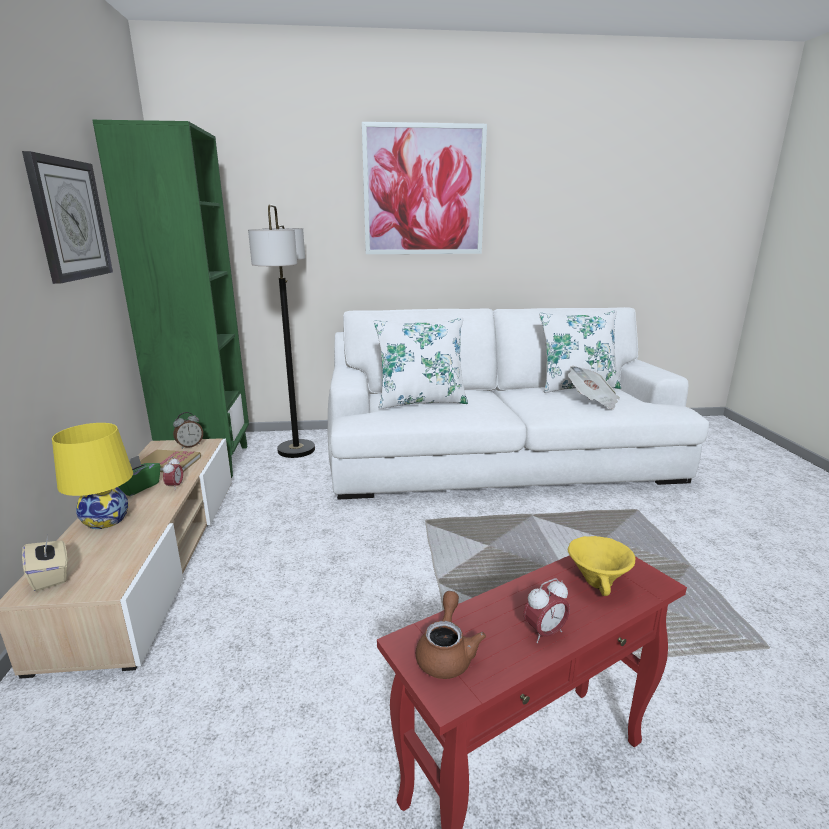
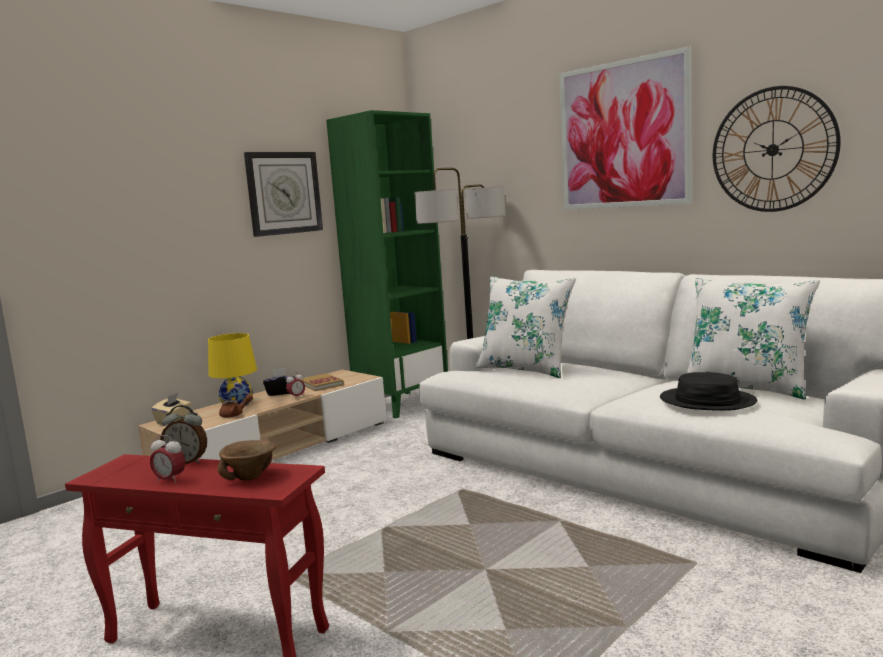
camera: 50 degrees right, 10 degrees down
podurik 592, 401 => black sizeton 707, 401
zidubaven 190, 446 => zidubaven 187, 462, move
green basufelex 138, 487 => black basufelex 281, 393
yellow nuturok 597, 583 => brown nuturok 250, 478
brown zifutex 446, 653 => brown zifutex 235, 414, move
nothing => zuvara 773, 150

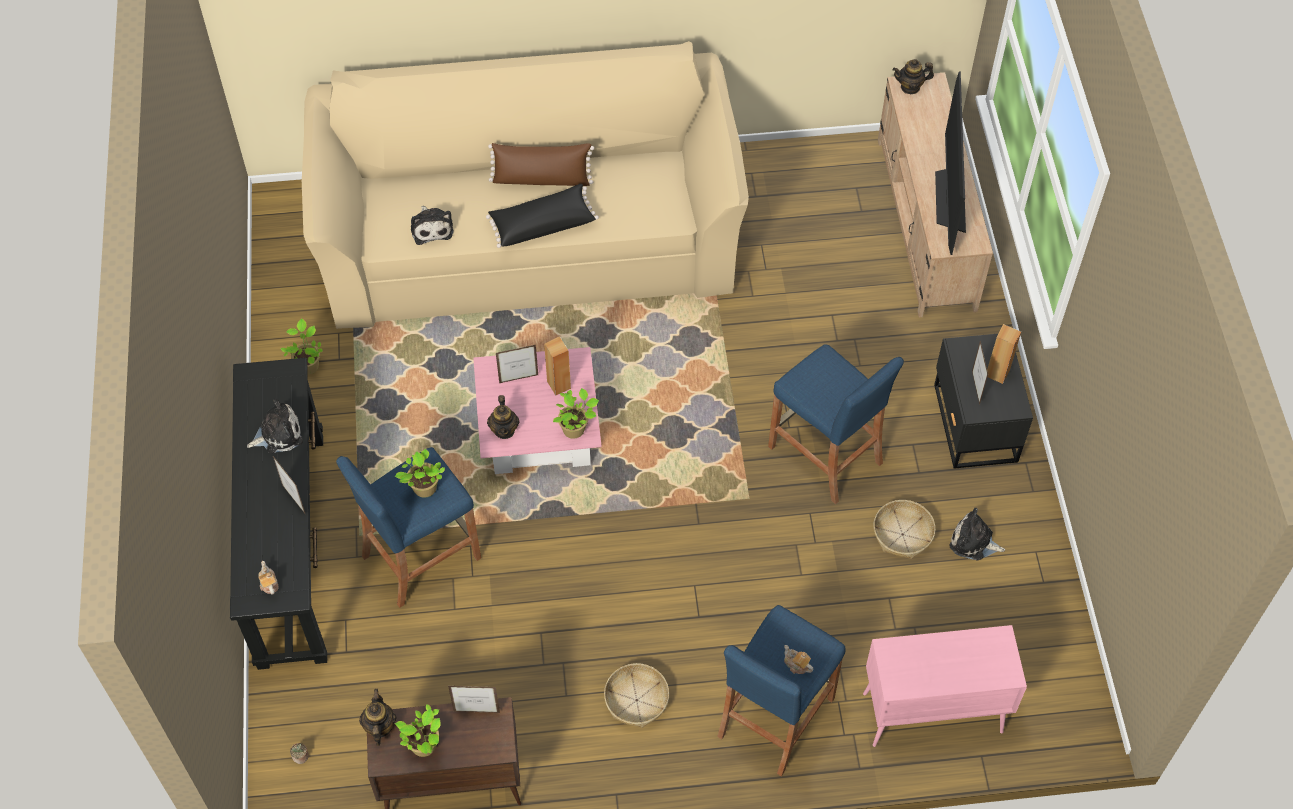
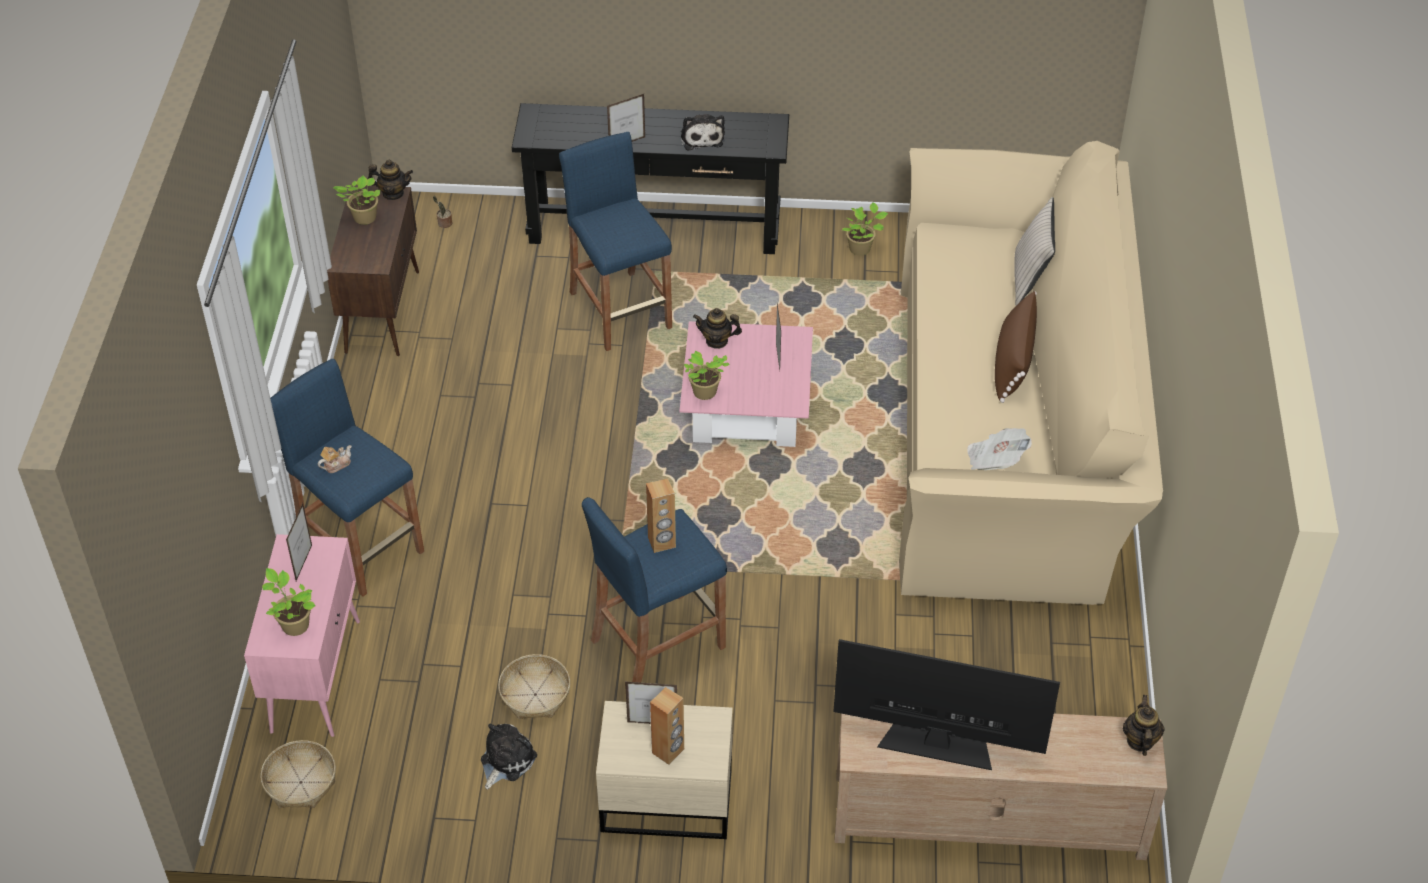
camera: 100 degrees right, 10 degrees down
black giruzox 542, 224 => nothing
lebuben 431, 228 => nothing
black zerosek 973, 424 => beige zerosek 664, 798
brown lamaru 559, 385 => brown lamaru 662, 543, move
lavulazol 423, 489 => lavulazol 294, 624, move
zifutex 269, 583 => nothing
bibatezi 636, 700 => bibatezi 300, 782, move
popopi 476, 712 => popopi 304, 563, move
nothing => beige giruzox 1030, 279
nothing => podurik 995, 460

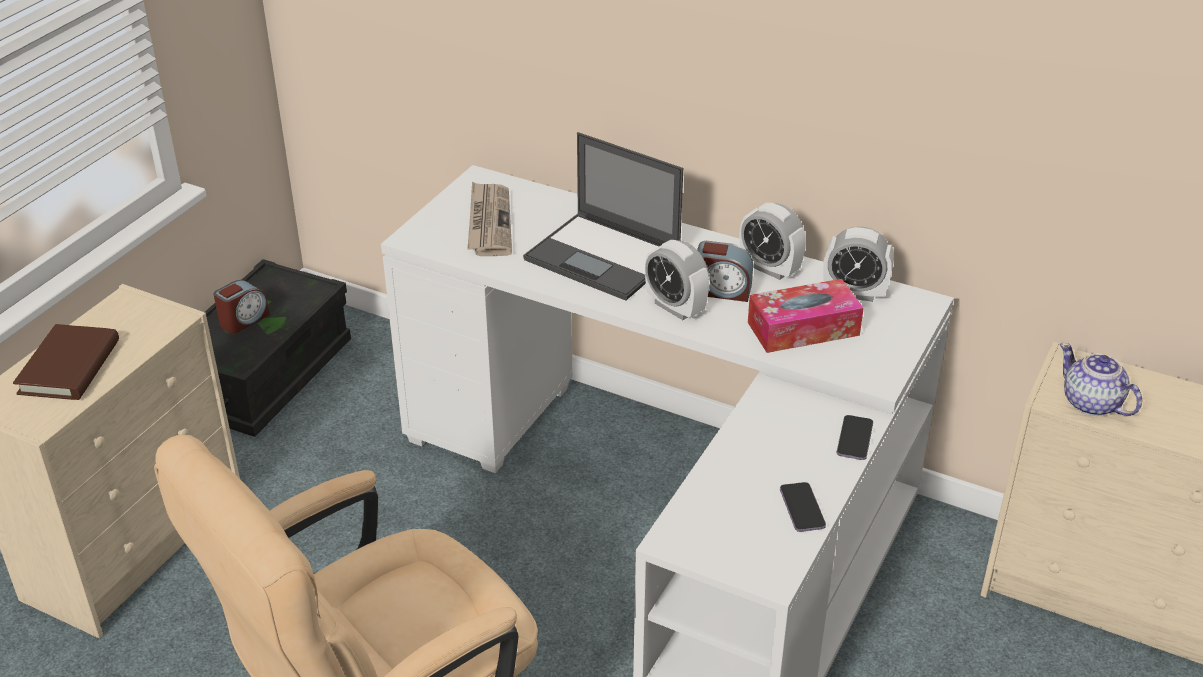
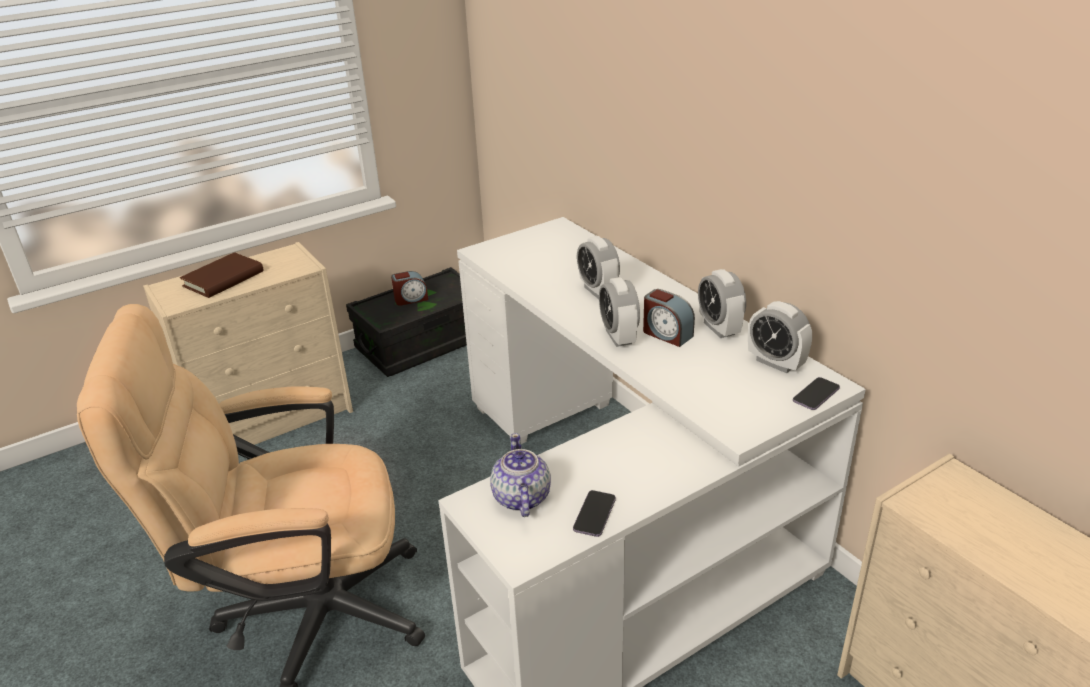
camera: 30 degrees right, 5 degrees down
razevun 604, 257 => zidubaven 598, 291
podurik 489, 222 => nothing
basufelex 803, 329 => nothing
zifutex 1091, 403 => zifutex 521, 498, move
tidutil 854, 439 => tidutil 816, 395, move

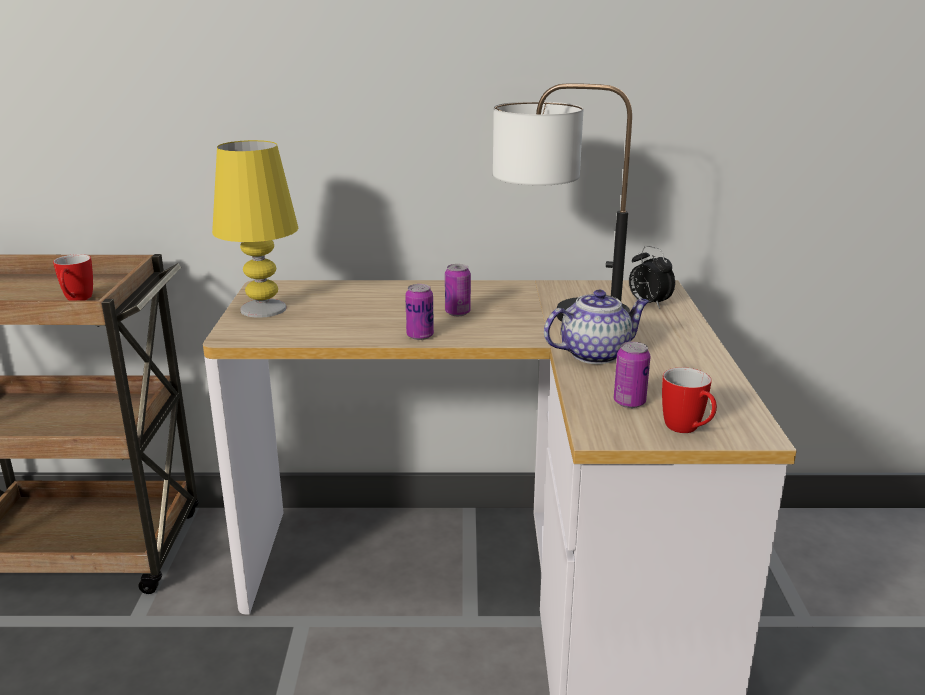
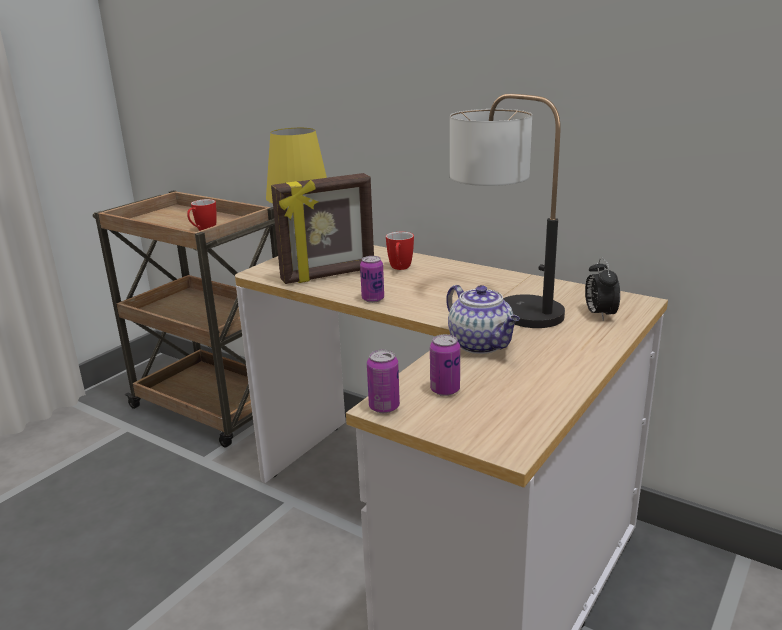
camera: 35 degrees right, 0 degrees up
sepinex 457, 312 => sepinex 384, 407, move
zifutex 595, 354 => zifutex 482, 345, 45 degrees clockwise
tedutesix 687, 430 => tedutesix 400, 268, move
nothing => popopi 328, 275

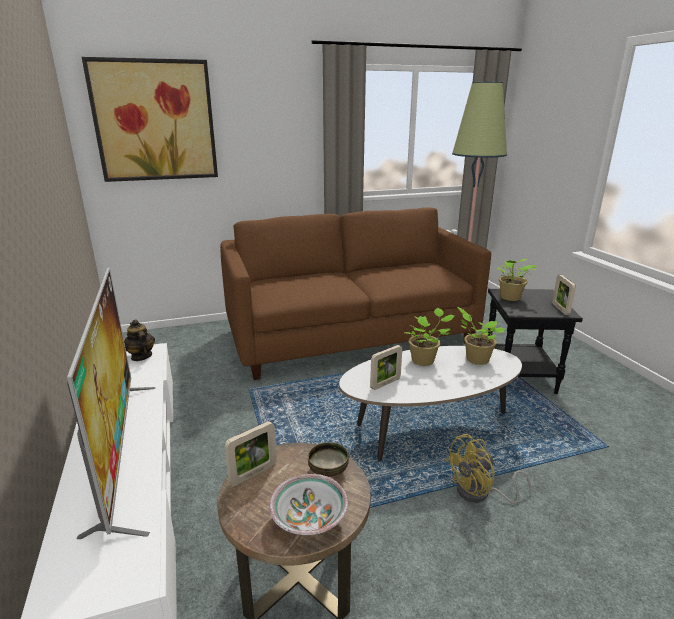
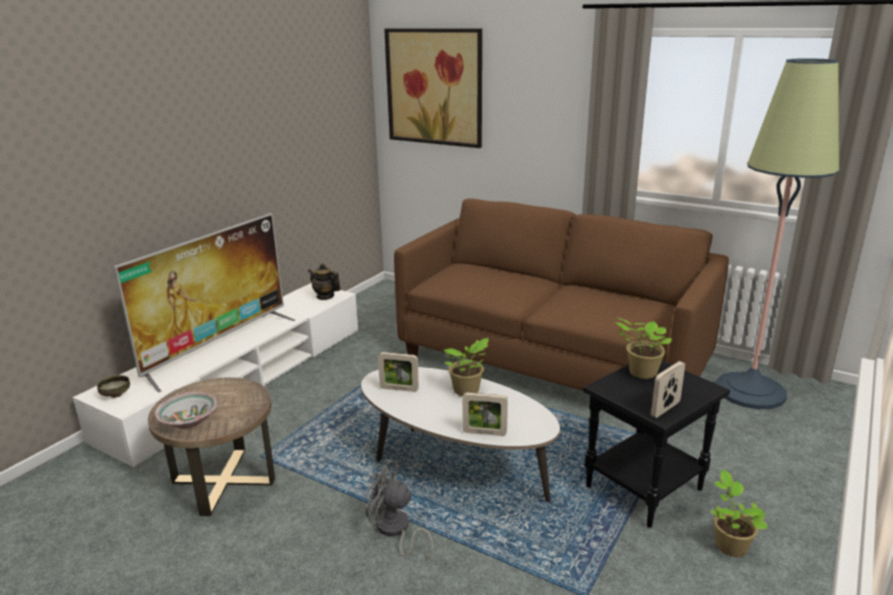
camera: 50 degrees right, 0 degrees up
lavulazol 475, 359 => lavulazol 729, 545, move
zifutex 141, 356 => zifutex 325, 296, 75 degrees counterclockwise
popopi 253, 473 => popopi 484, 433, move
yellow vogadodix 480, 494 => grey vogadodix 395, 531
nuturok 328, 471 => nuturok 115, 395, move

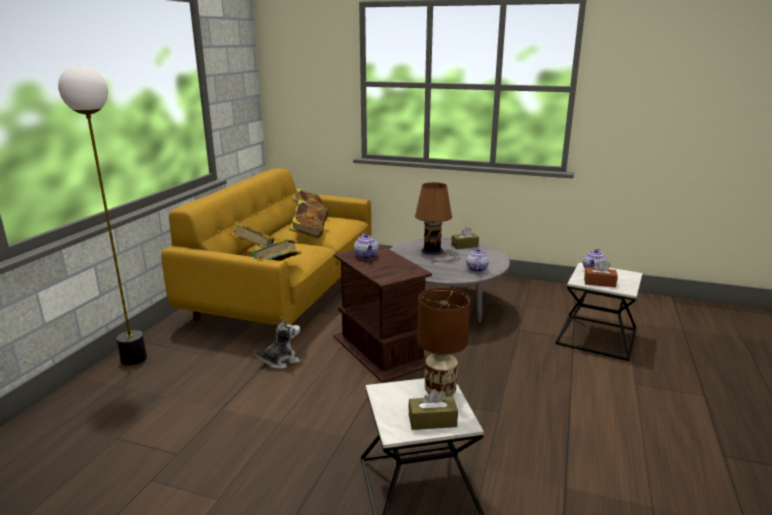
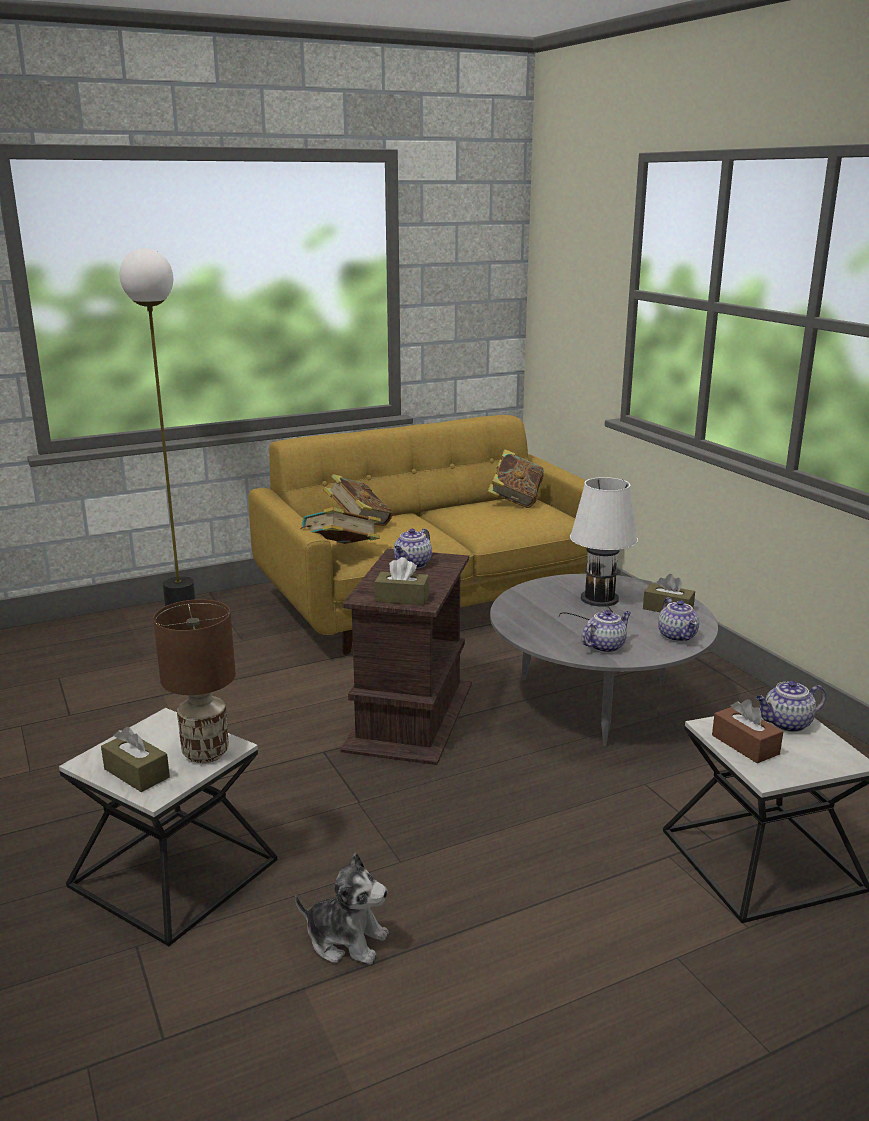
camera: 45 degrees right, 0 degrees up
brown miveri 433, 252 => white miveri 598, 601
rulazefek 309, 234 => nothing
lebuben 280, 361 => lebuben 346, 940, move
nothing => brown basufelex 402, 598
nothing => zifutex 678, 636

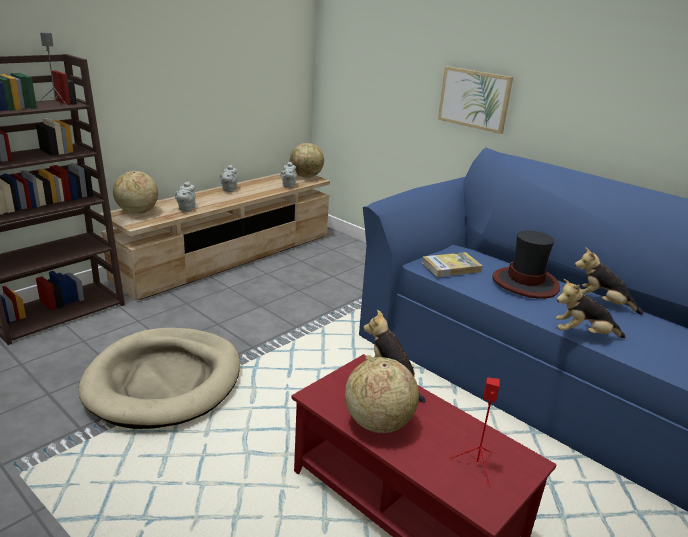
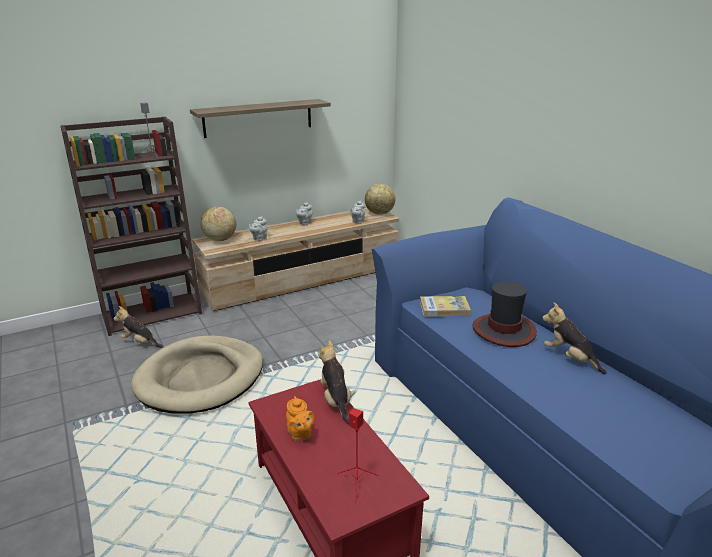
camera: 20 degrees right, 0 degrees up
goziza 474, 99 => nothing
lebuben 583, 334 => lebuben 140, 342, move
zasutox 378, 423 => orange zifutex 300, 434
nothing => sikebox 258, 118

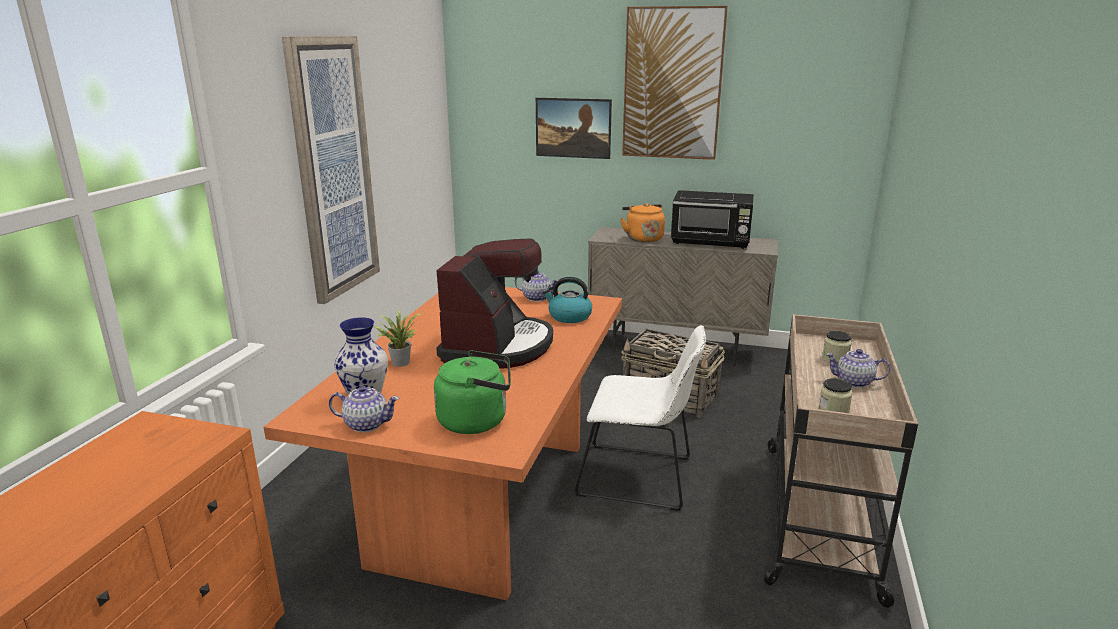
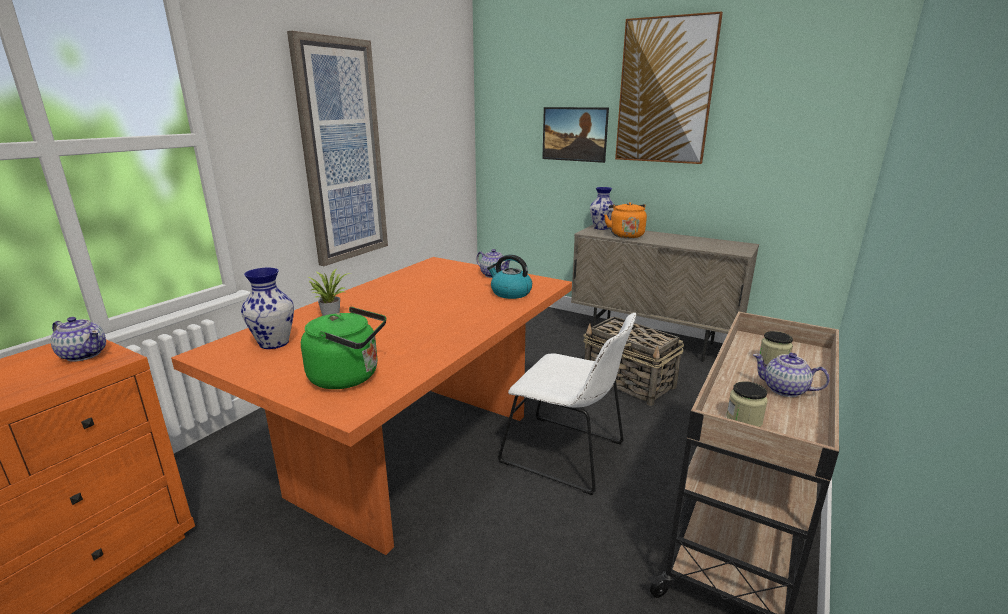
camera: 15 degrees right, 0 degrees up
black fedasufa 711, 242 => nothing
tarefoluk 498, 346 => nothing
zifutex 366, 424 => zifutex 84, 354, move
nothing => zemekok 601, 228

